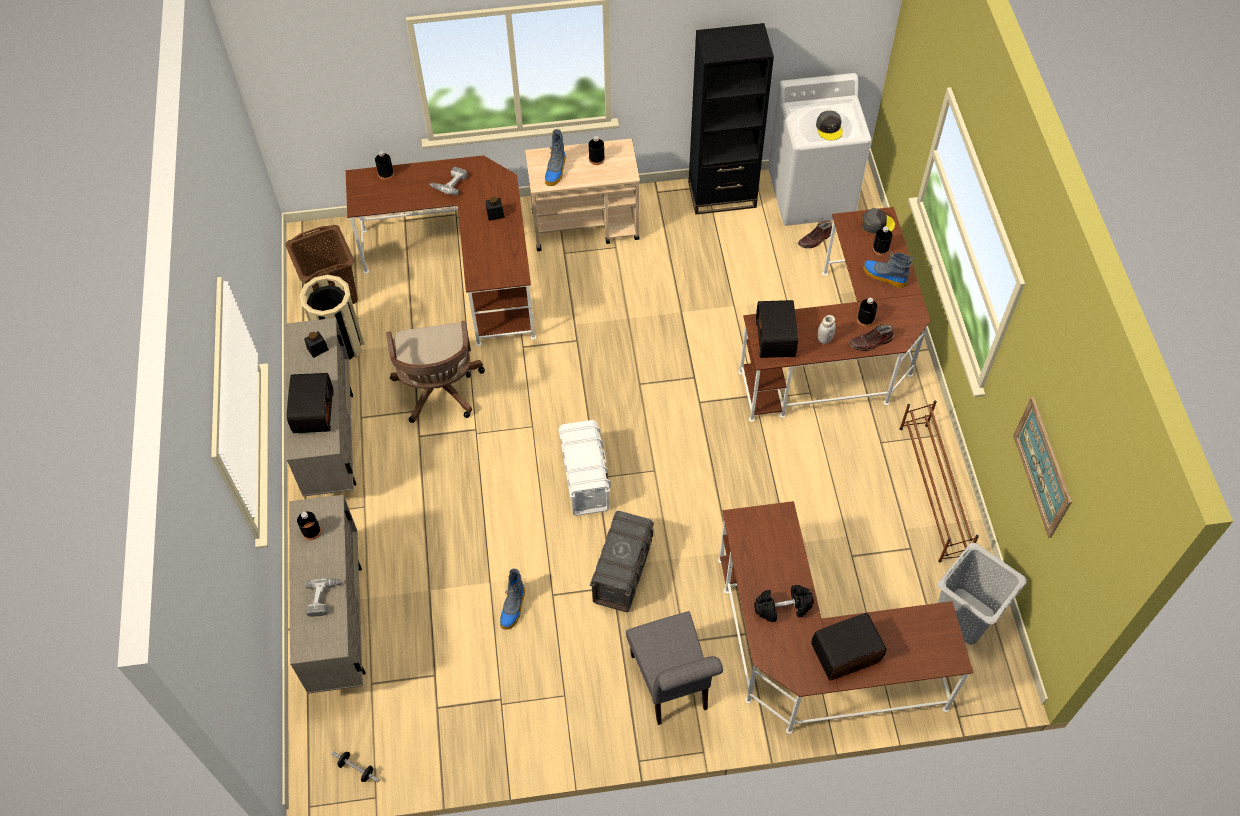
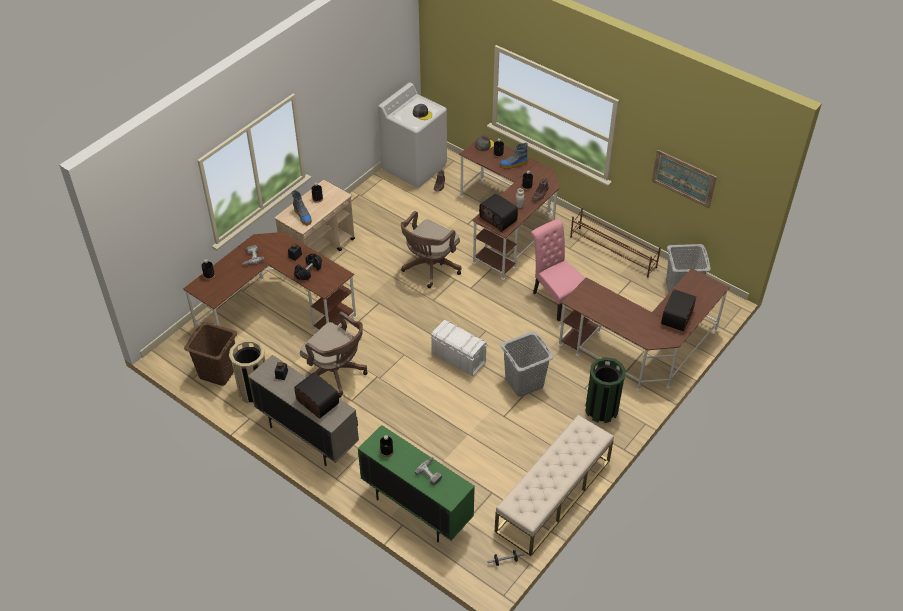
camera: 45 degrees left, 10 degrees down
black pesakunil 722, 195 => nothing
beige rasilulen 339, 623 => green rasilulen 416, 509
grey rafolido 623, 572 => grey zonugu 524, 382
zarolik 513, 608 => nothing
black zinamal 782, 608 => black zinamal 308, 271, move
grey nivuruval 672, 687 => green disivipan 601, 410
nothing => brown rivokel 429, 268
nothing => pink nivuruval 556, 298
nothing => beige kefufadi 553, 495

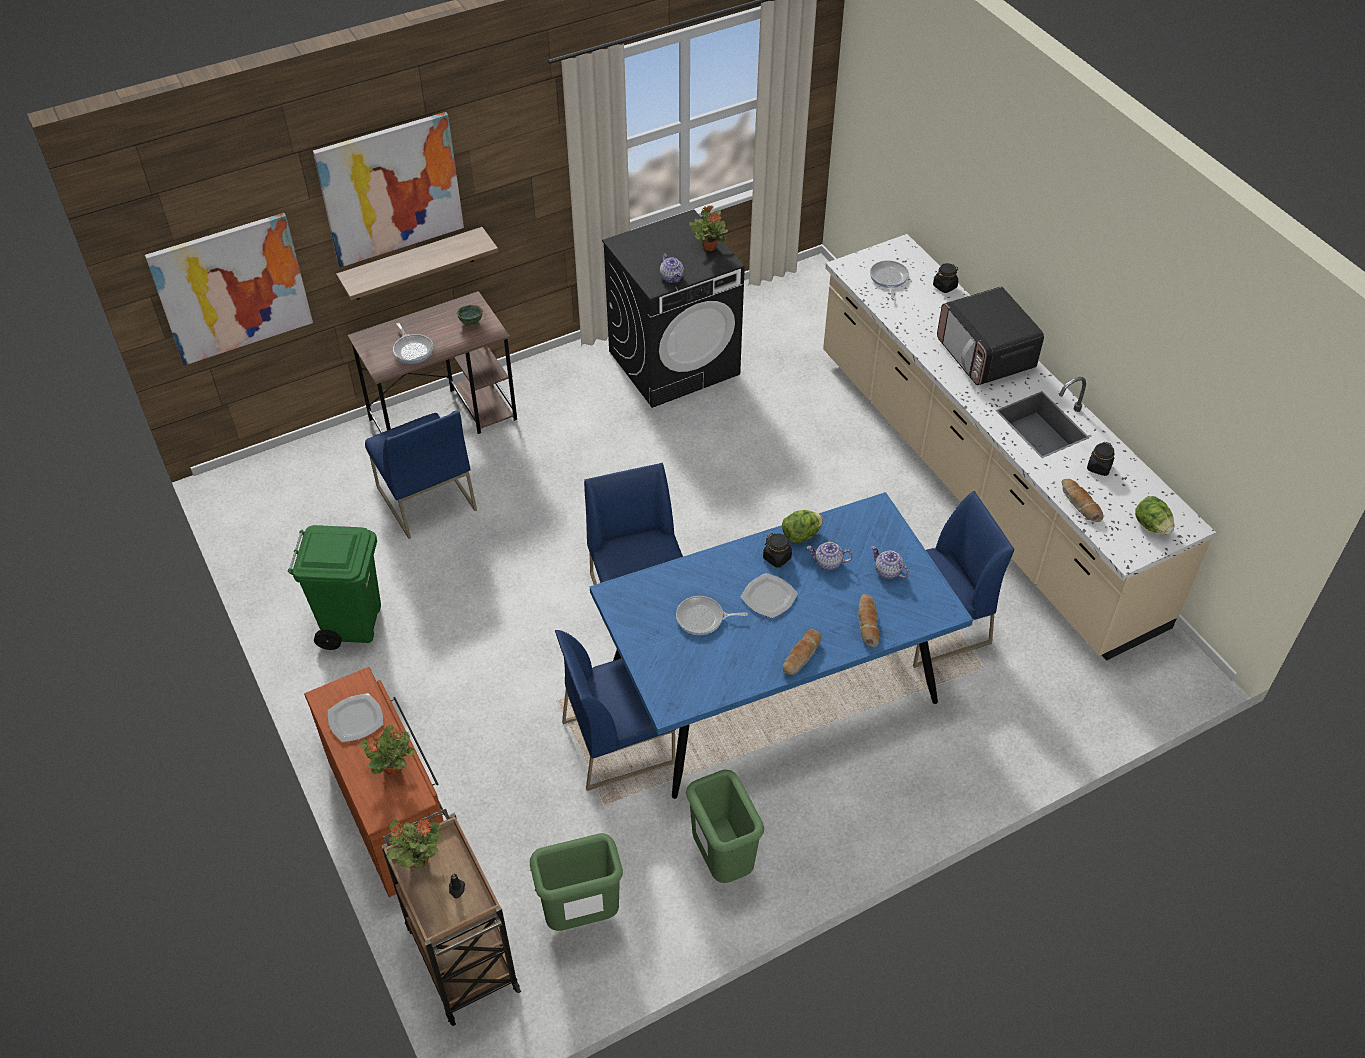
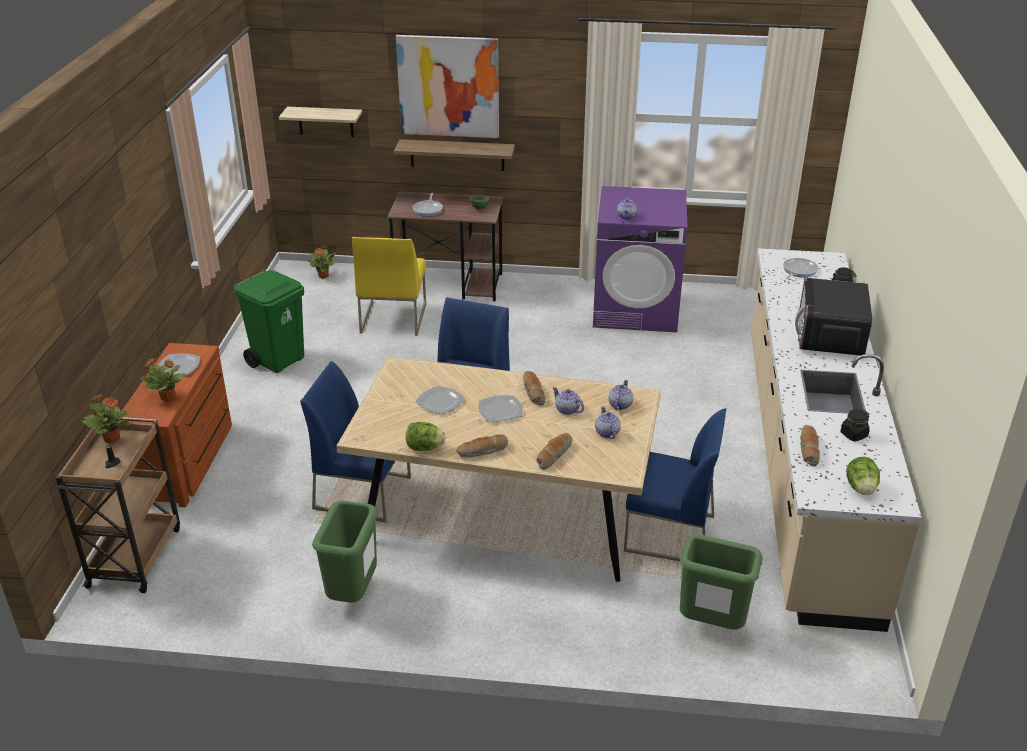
camera: 35 degrees right, 15 degrees down
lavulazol 709, 246 => lavulazol 323, 276, move
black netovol 674, 362 => purple netovol 636, 310
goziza 232, 288 => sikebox 325, 121
blue nivuruval 425, 498 => yellow nivuruval 393, 318
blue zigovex 771, 685 => beige zigovex 503, 511
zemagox 801, 535 => zemagox 424, 448, move
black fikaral 777, 558 => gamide 533, 392
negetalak 702, 618 => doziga 440, 402
green disivipan 581, 916 => green disivipan 710, 625, move
nothing => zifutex 620, 404

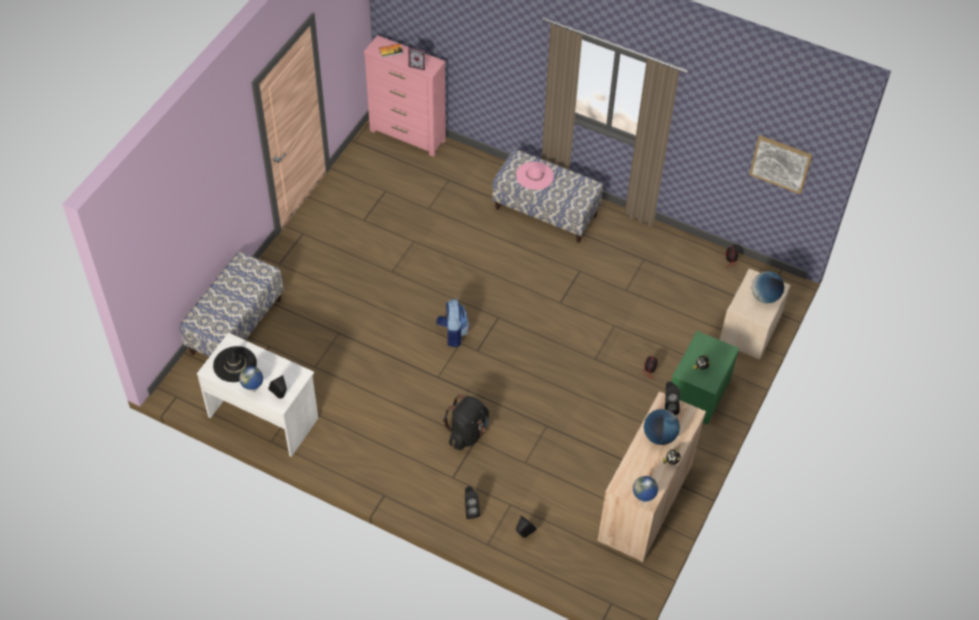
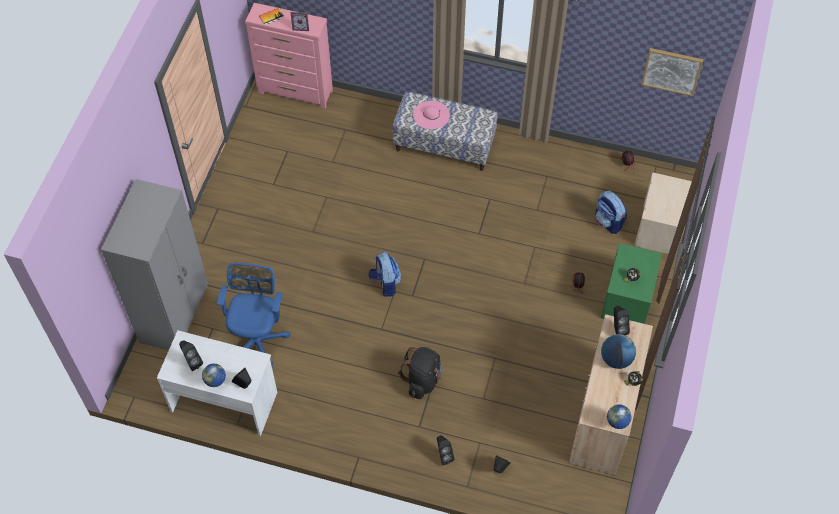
camera: 10 degrees left, 5 degrees up
kefufadi 236, 326 => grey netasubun 175, 314
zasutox 765, 297 => nothing
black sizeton 235, 364 => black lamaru 192, 362
nothing => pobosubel 608, 222
nothing => blue rivokel 257, 339

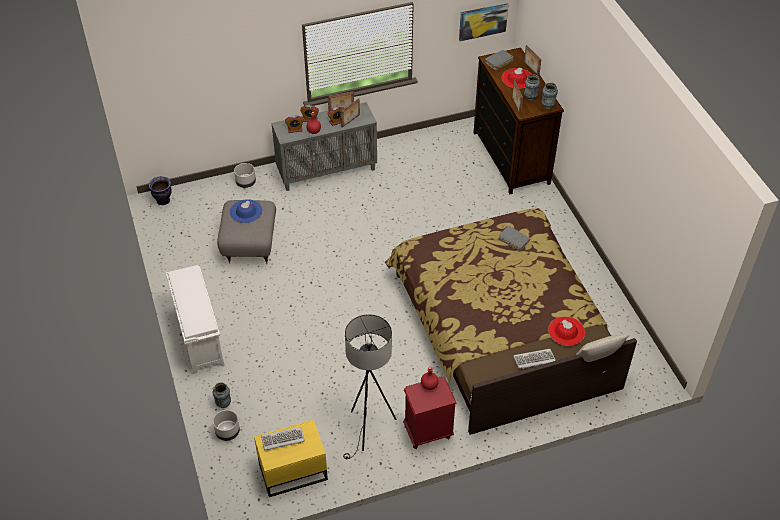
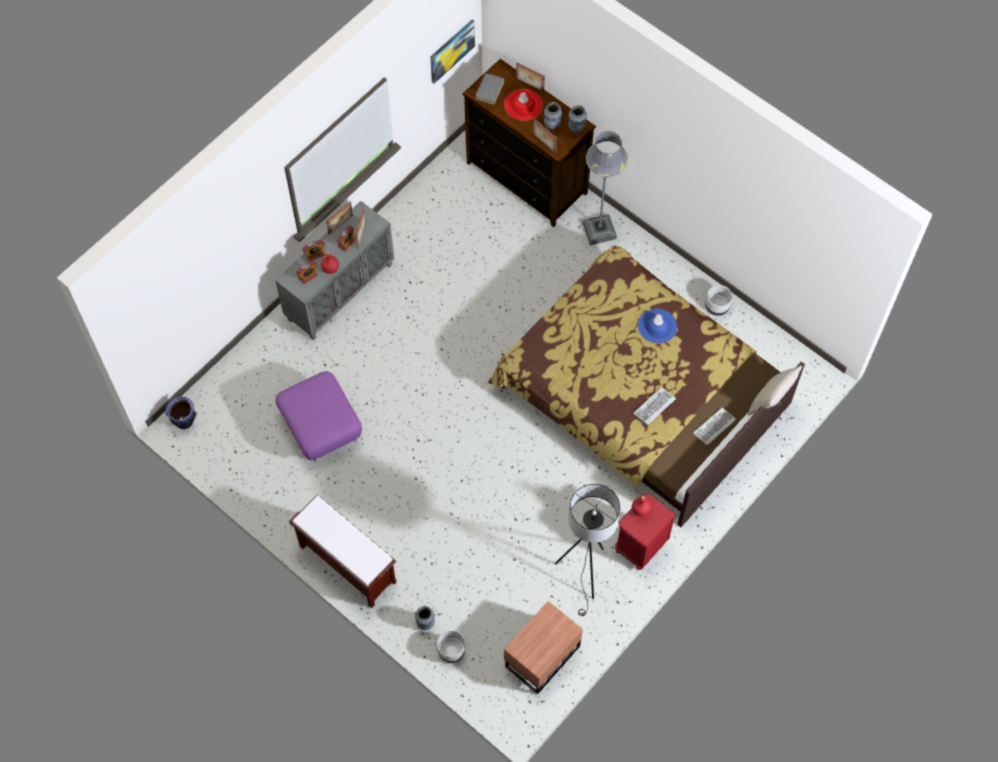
camera: 30 degrees left, 15 degrees up
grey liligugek 246, 183 => grey liligugek 717, 306, move
blue sizeton 246, 211 => blue sizeton 657, 326, move
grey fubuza 249, 244 => purple fubuza 320, 428
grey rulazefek 514, 240 => nothing
white kefufadi 199, 336 => brown kefufadi 346, 564
red sizeton 566, 331 => nothing
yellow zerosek 291, 471 => brown zerosek 540, 656
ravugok 283, 440 => ravugok 654, 407, move
nothing => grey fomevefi 599, 230

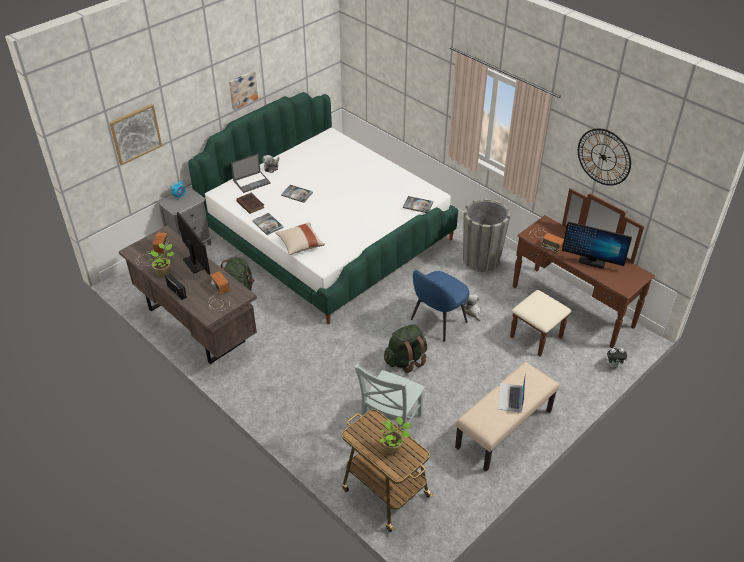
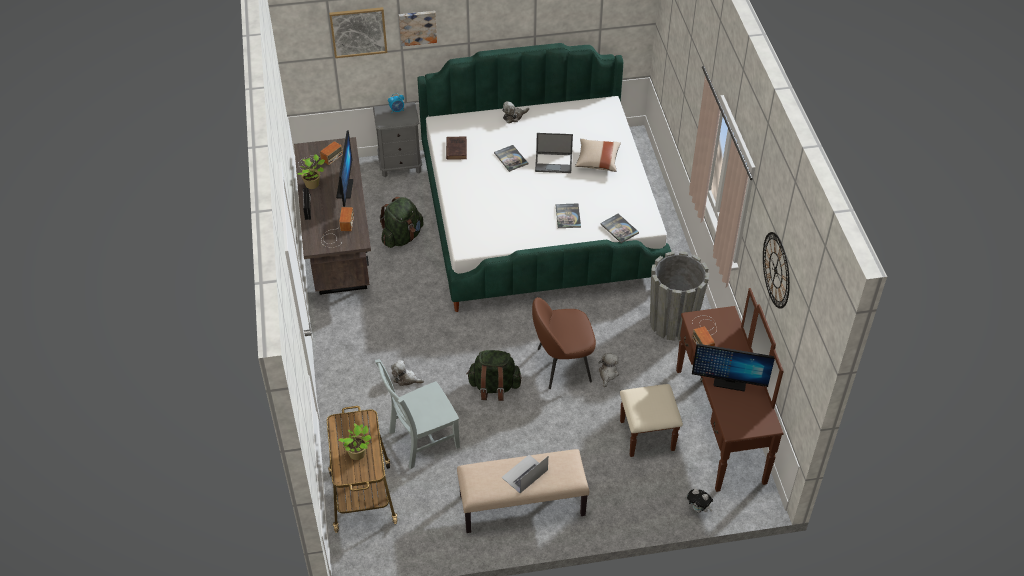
camera: 35 degrees right, 5 degrees up
goziza 242, 89 => goziza 417, 27, move
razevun 252, 182 => razevun 554, 162, move
rulazefek 268, 224 => rulazefek 568, 216, move
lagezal 592, 261 => lagezal 729, 382, 45 degrees counterclockwise
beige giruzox 300, 244 => beige giruzox 597, 161, move
blue nivuruval 437, 321 => brown nivuruval 562, 365
nothing => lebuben 406, 379

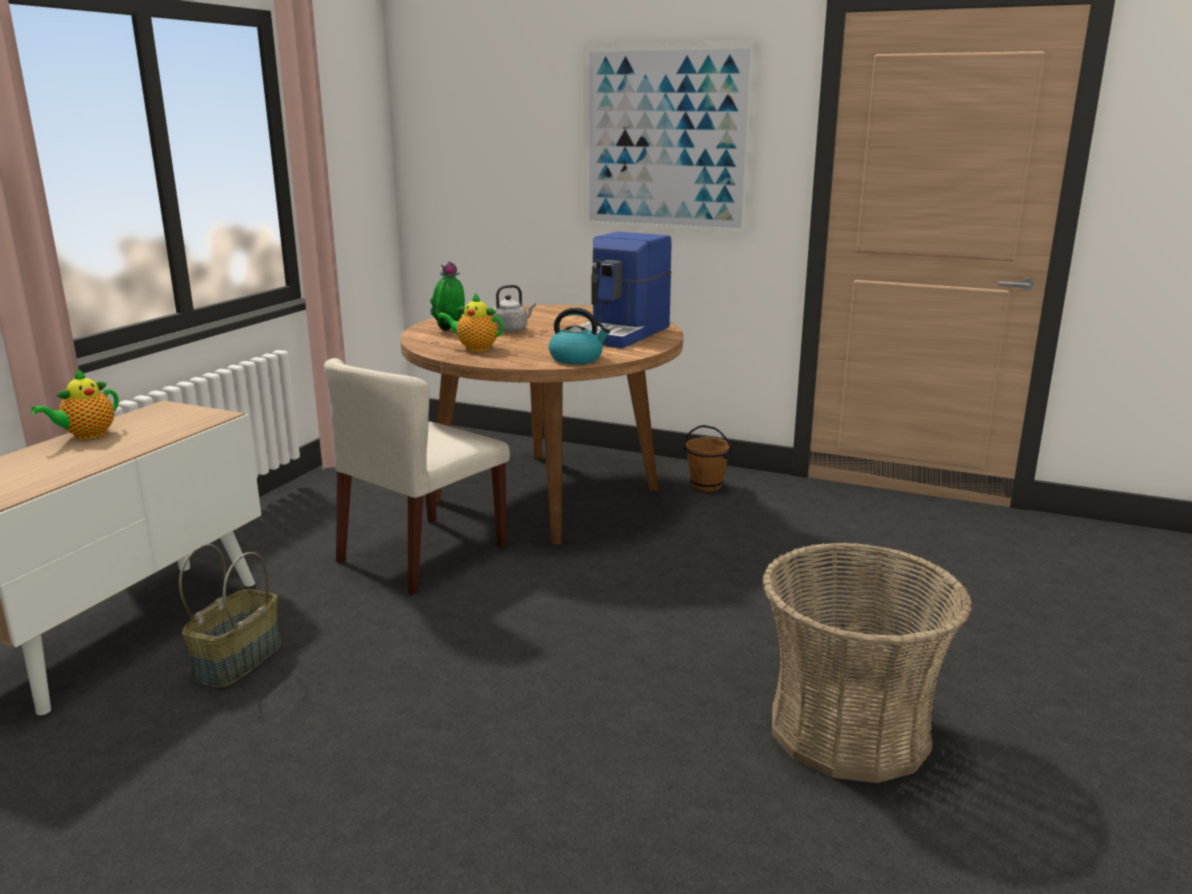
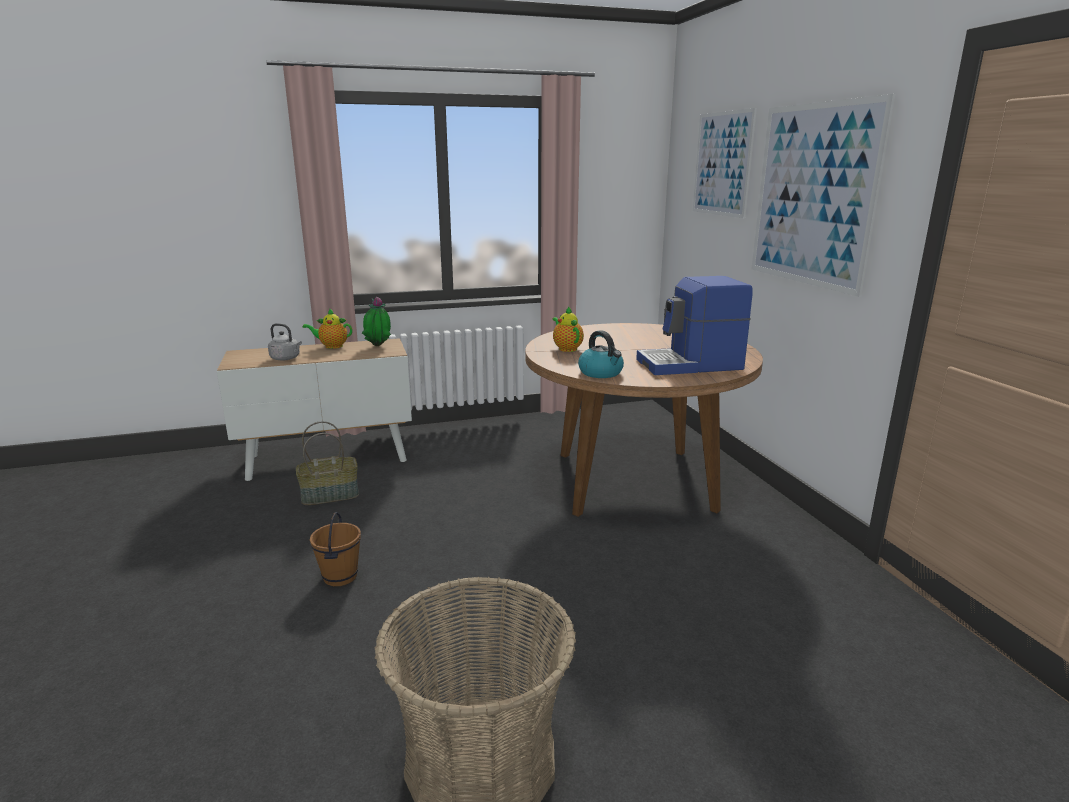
camera: 50 degrees right, 0 degrees up
lavulazol 449, 331 => lavulazol 378, 347, move
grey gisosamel 511, 330 => grey gisosamel 286, 358, move
beige nivuruval 422, 554 => nothing
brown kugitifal 706, 486 => brown kugitifal 339, 577, move
nothing => goziza 722, 164

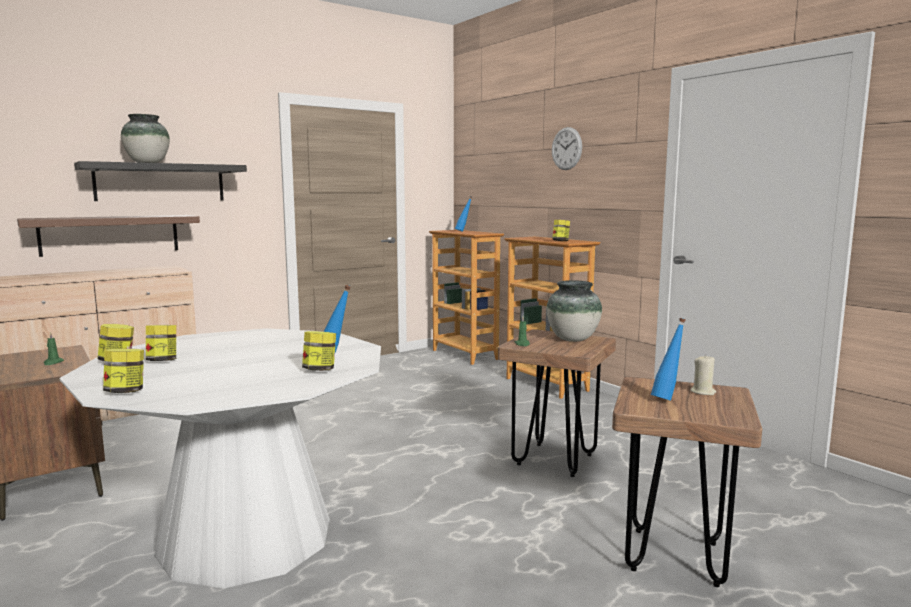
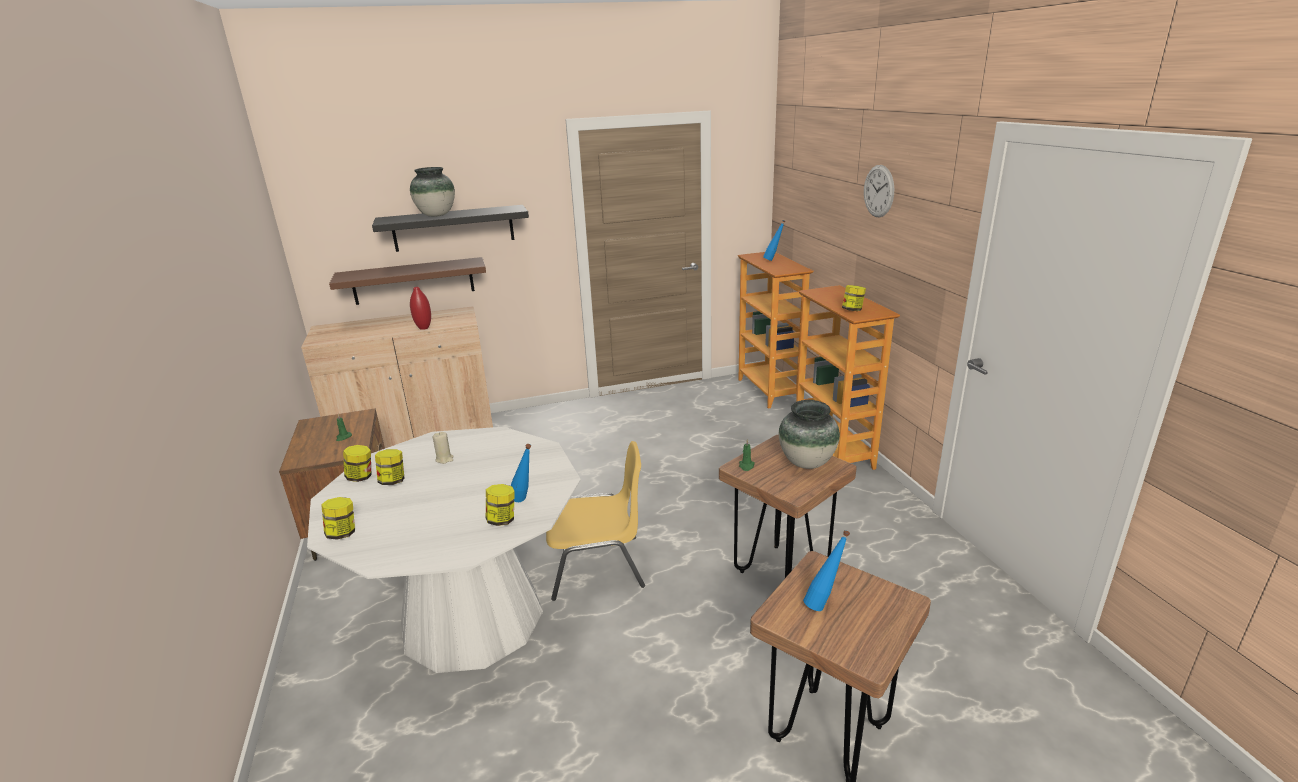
camera: 20 degrees right, 15 degrees up
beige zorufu 703, 392 => beige zorufu 444, 459, move
nothing => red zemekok 424, 328
nothing => yellow nivuruval 598, 566

